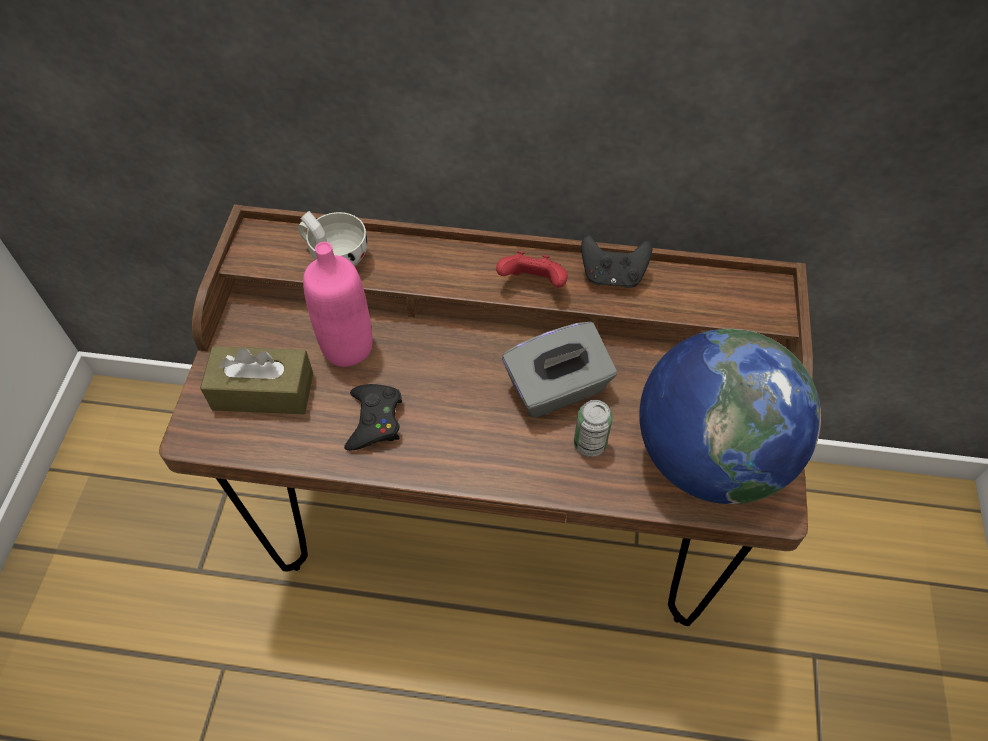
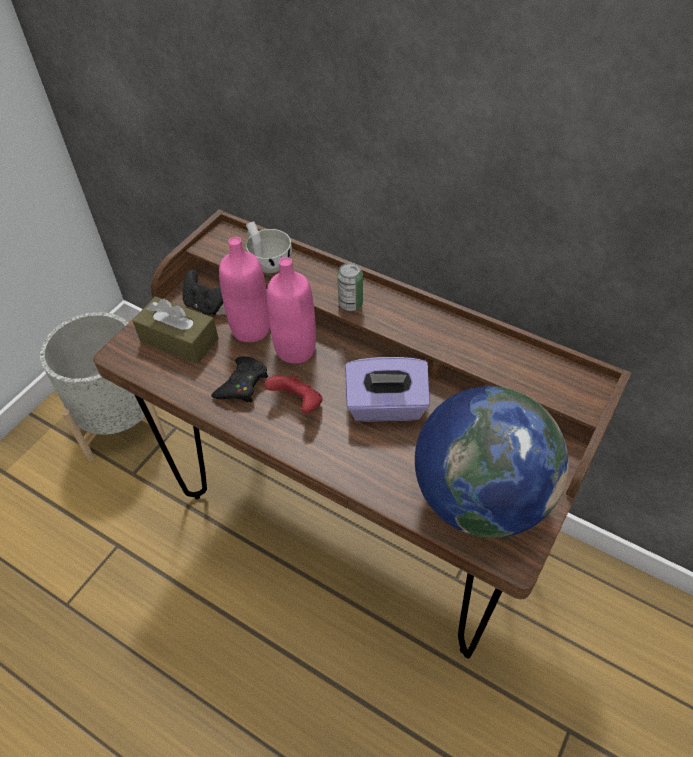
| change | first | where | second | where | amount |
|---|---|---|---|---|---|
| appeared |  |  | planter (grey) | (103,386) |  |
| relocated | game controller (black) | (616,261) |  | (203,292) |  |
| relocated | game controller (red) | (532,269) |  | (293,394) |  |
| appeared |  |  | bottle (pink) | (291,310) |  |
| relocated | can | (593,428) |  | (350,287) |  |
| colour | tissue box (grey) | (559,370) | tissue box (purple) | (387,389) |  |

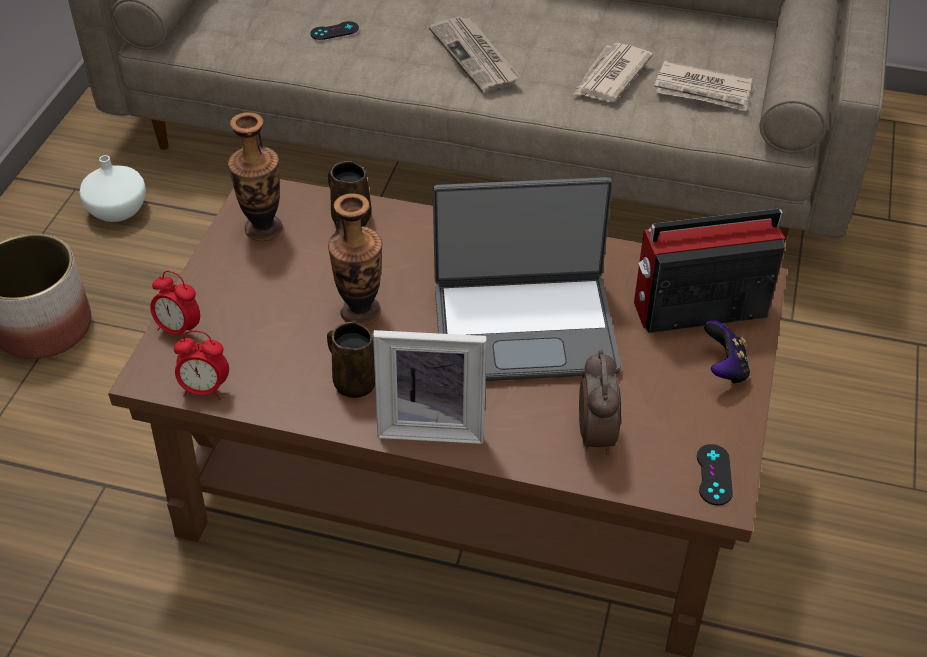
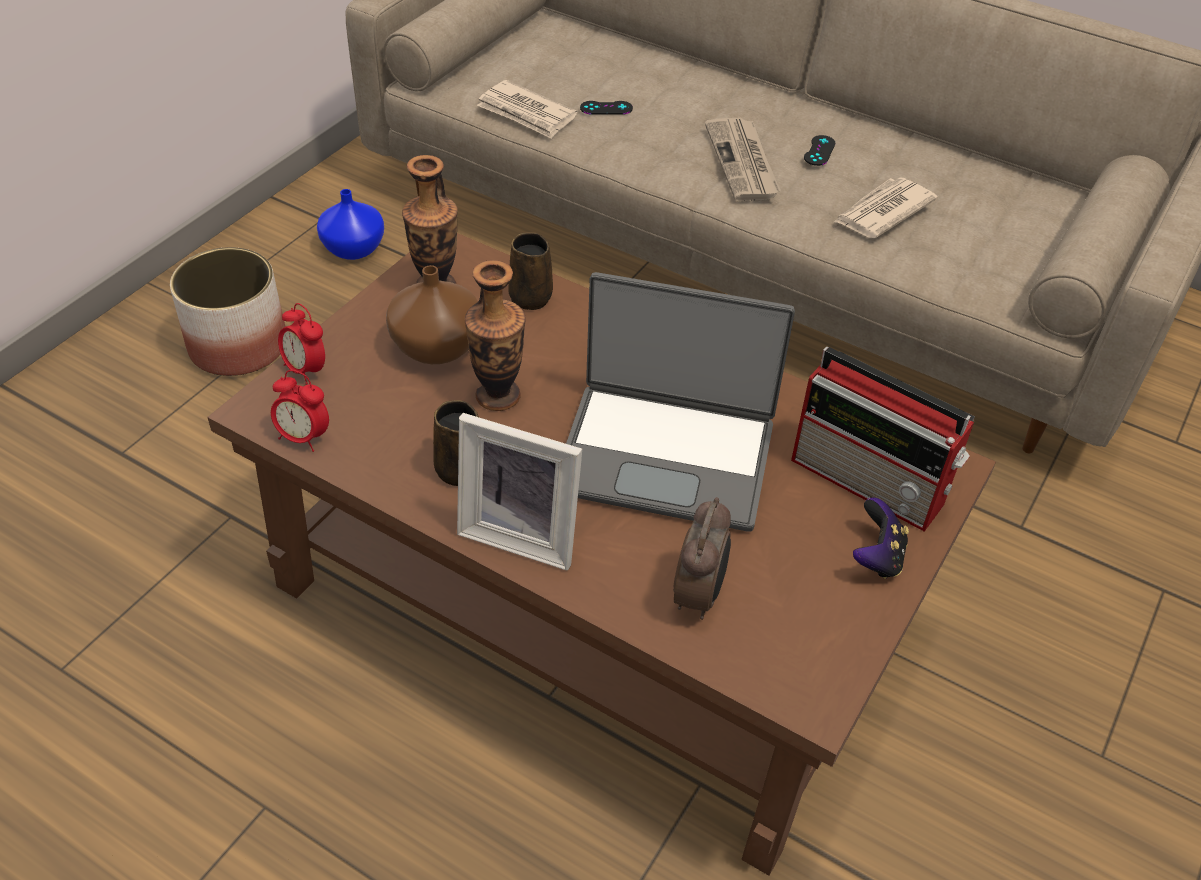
| change | first | where | second | where | amount |
|---|---|---|---|---|---|
| colour | vase (white) | (112,188) | vase (blue) | (350,224) |  |
| appeared |  |  | vase (brown) | (432,314) |  |
| relocated | newspaper | (703,86) |  | (527,109) |  |
| spun | radio | (709,271) |  | (883,439) | 150 degrees counterclockwise |
| relocated | game controller (black) | (715,474) |  | (819,150) |  |

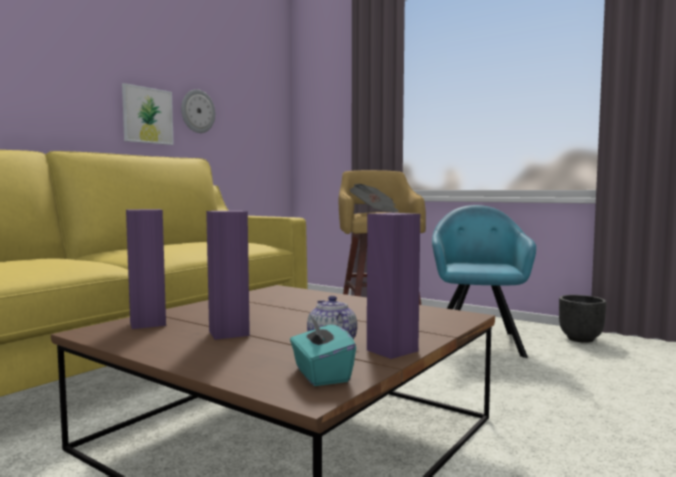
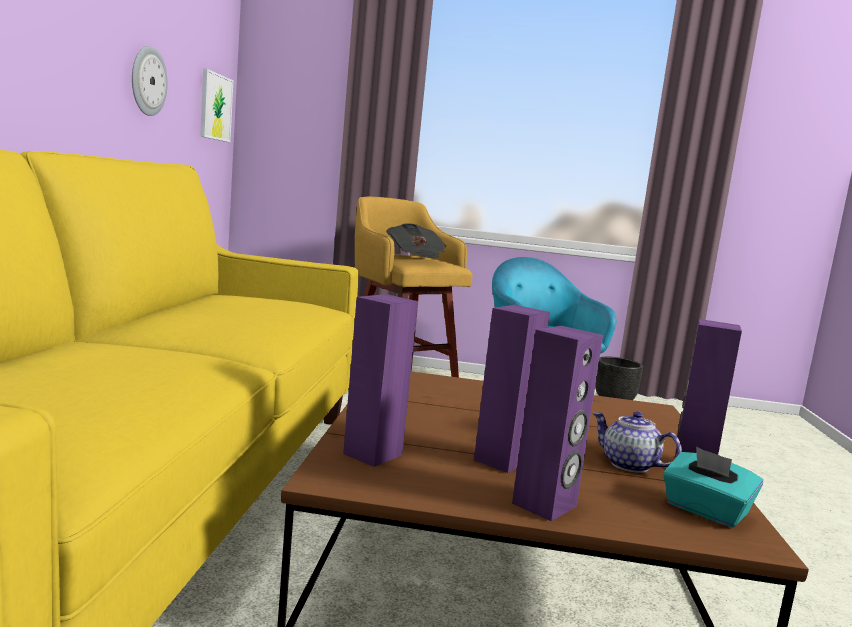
| change | first | where | second | where | amount |
|---|---|---|---|---|---|
| relocated | picture | (148,114) |  | (216,105) |  |
| appeared |  |  | speaker (purple) | (557,423) |  |

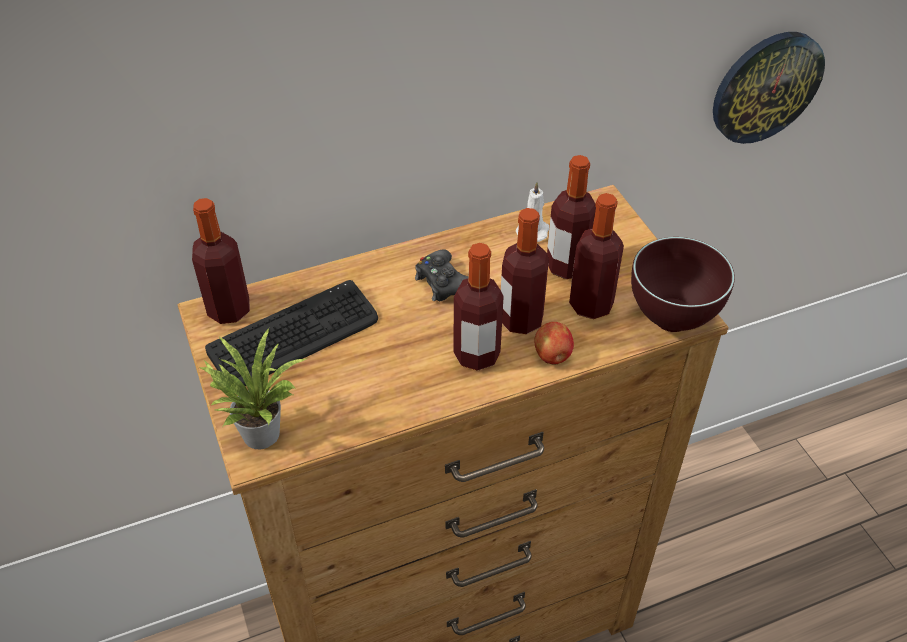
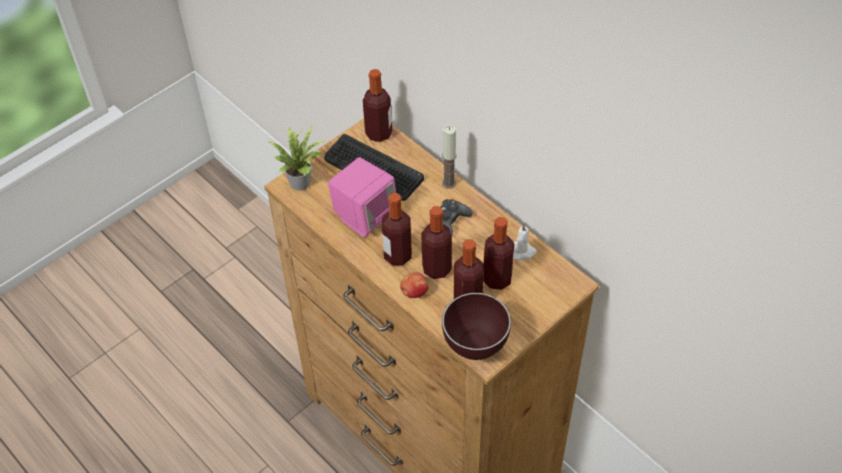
| change | first | where | second | where | amount |
|---|---|---|---|---|---|
| appeared |  |  | speaker (pink) | (362,197) |  |
| appeared |  |  | candle | (449,156) |  |
| missing | wall clock | (769,88) |  |  |  |

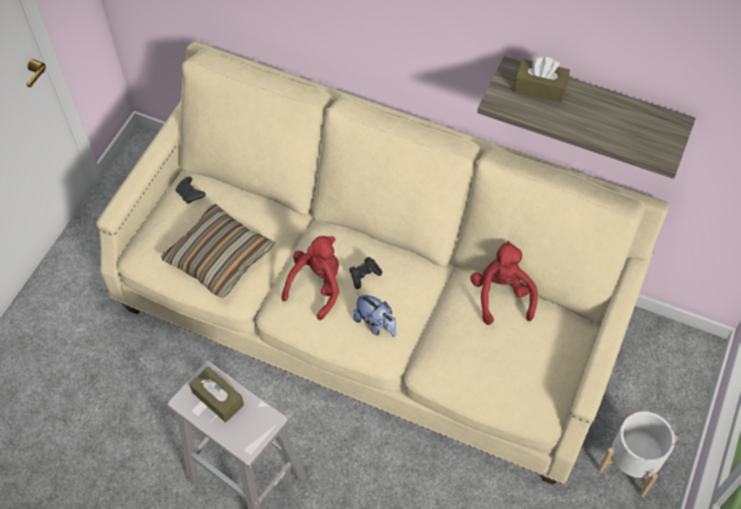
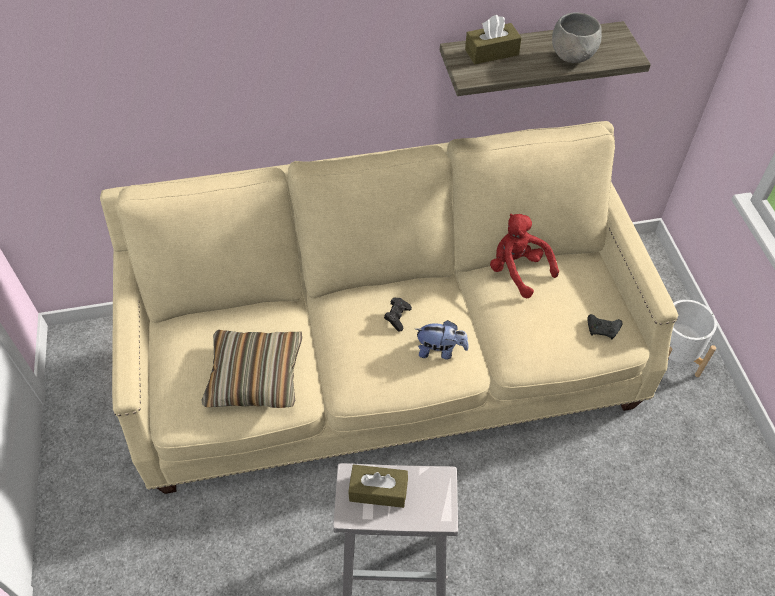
| change | first | where | second | where | amount |
|---|---|---|---|---|---|
| appeared |  |  | bowl (grey) | (577,38) |  |
| relocated | game controller (black) | (190,190) |  | (604,326) |  |
| missing | plush toy (red) | (310,278) |  |  |  |

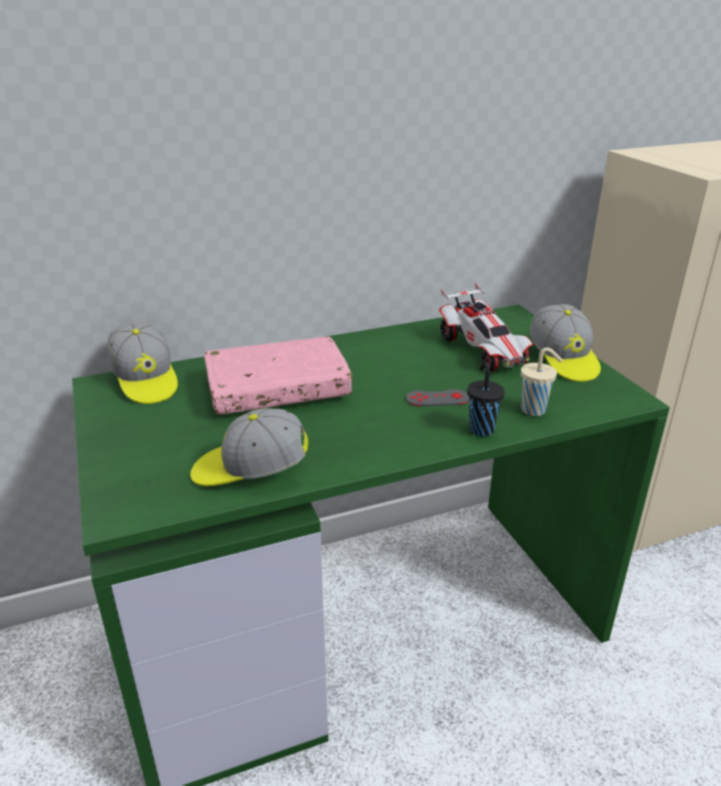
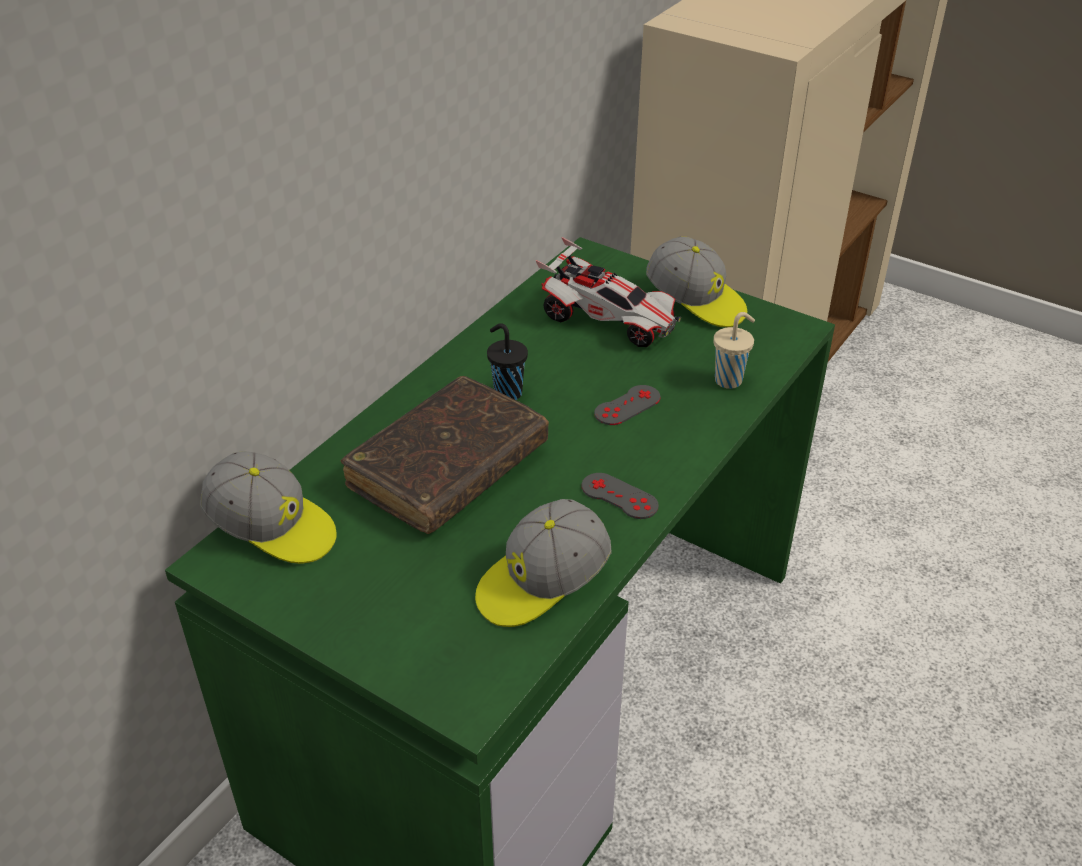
| change | first | where | second | where | amount |
|---|---|---|---|---|---|
| colour | book (pink) | (278,375) | book (brown) | (444,455) |  |
| relocated | cup (black) | (486,399) |  | (507,361) |  |
| appeared |  |  | game controller (grey) | (620,496) |  |

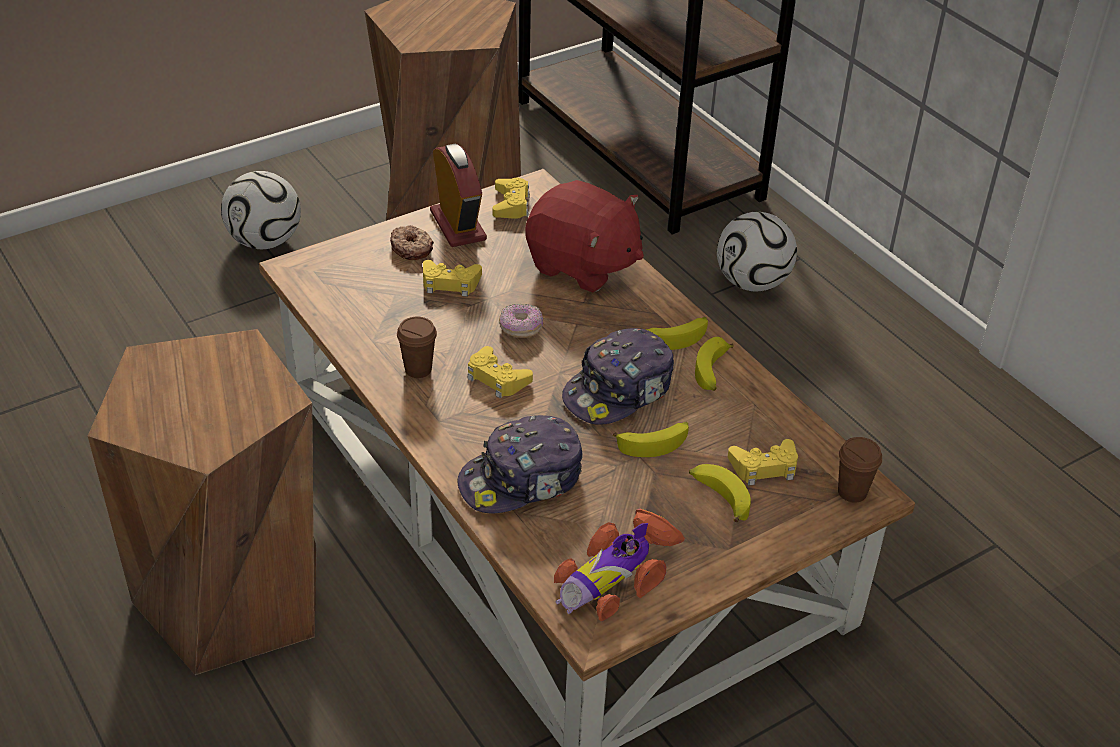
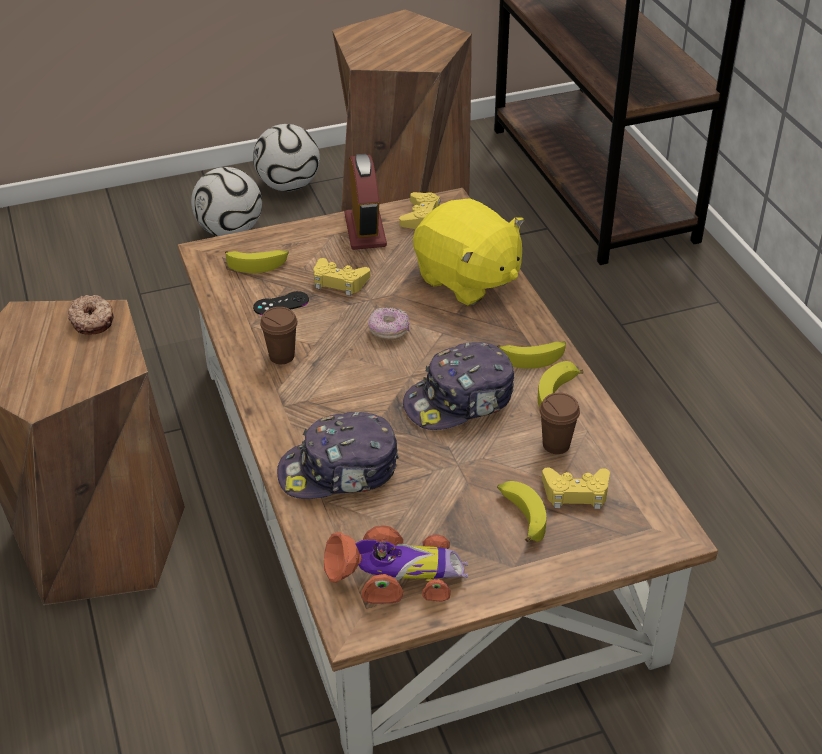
| change | first | where | second | where | amount |
|---|---|---|---|---|---|
| relocated | donut | (412,242) |  | (91,315) |  |
| relocated | banana | (651,439) |  | (257,261) |  |
| relocated | football | (757,252) |  | (286,158) |  |
| appeared |  |  | game controller (black) | (281,303) |  |
| spun | toy car | (619,565) |  | (396,564) | 150 degrees counterclockwise |
| colour | plush toy (red) | (584,236) | plush toy (yellow) | (468,252) |  |
| relocated | cup (brown) | (860,470) |  | (559,423) |  |
| missing | game controller (yellow) | (500,372) |  |  |  |

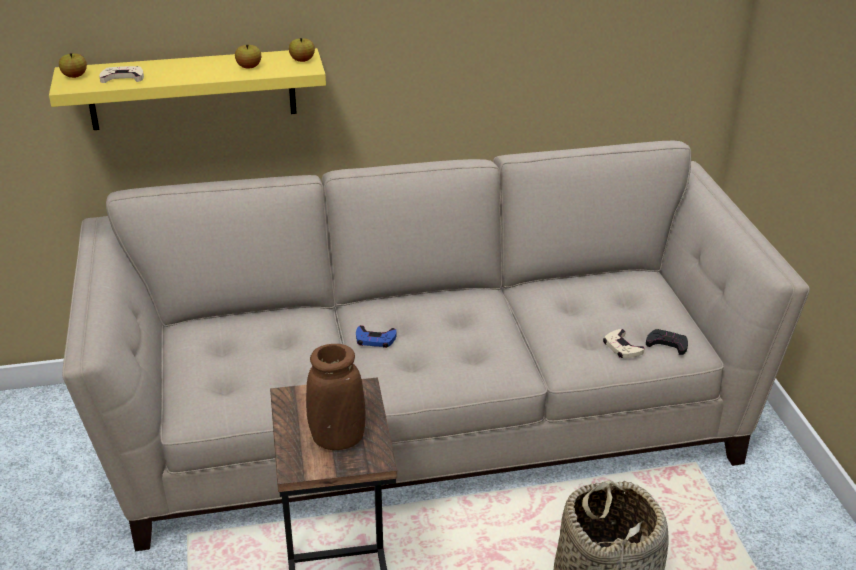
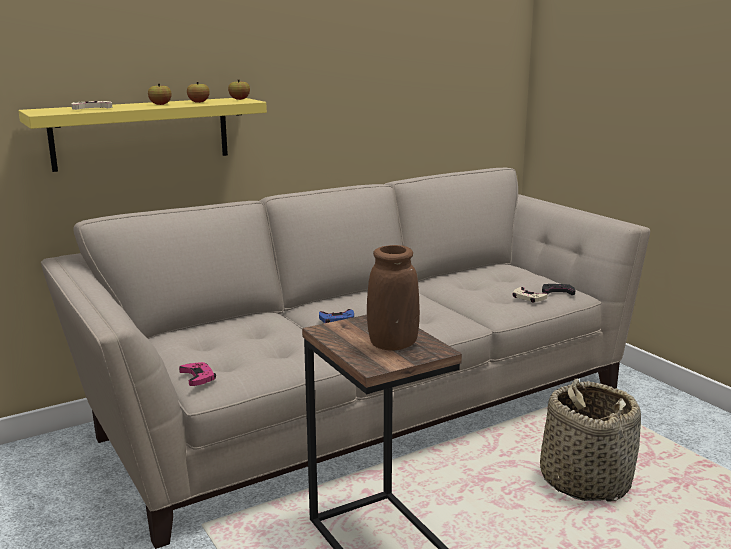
| change | first | where | second | where | amount |
|---|---|---|---|---|---|
| relocated | apple | (73,65) |  | (160,94) |  |
| appeared |  |  | game controller (pink) | (197,374) |  |

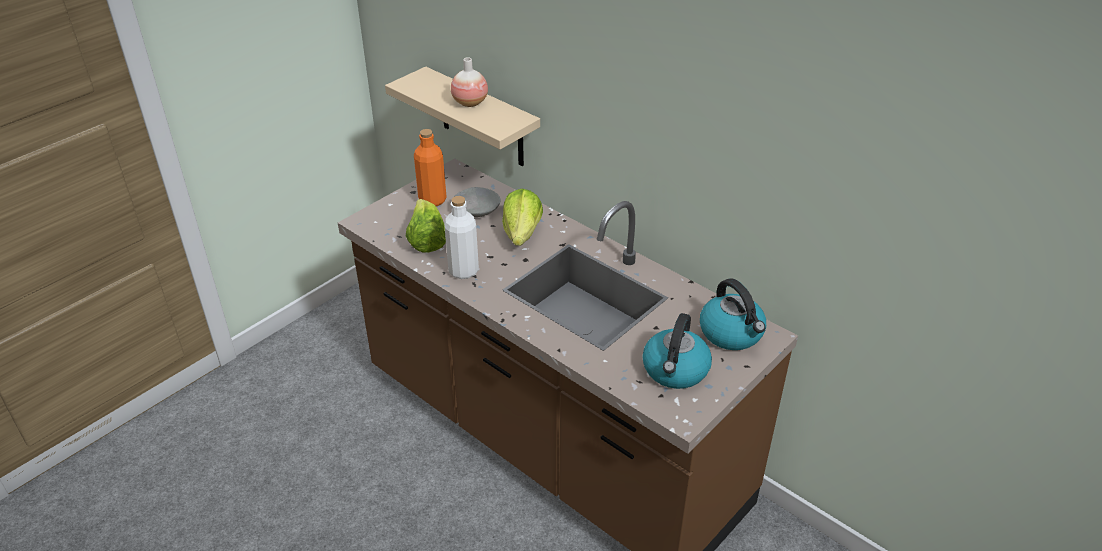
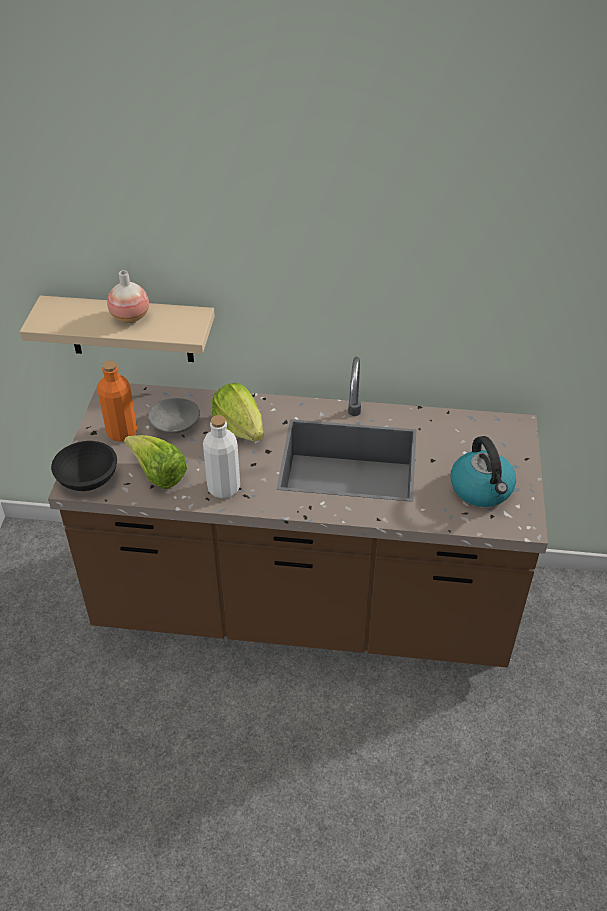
| change | first | where | second | where | amount |
|---|---|---|---|---|---|
| appeared |  |  | bowl (black) | (84,466) |  |
| missing | kettle | (733,314) |  |  |  |

